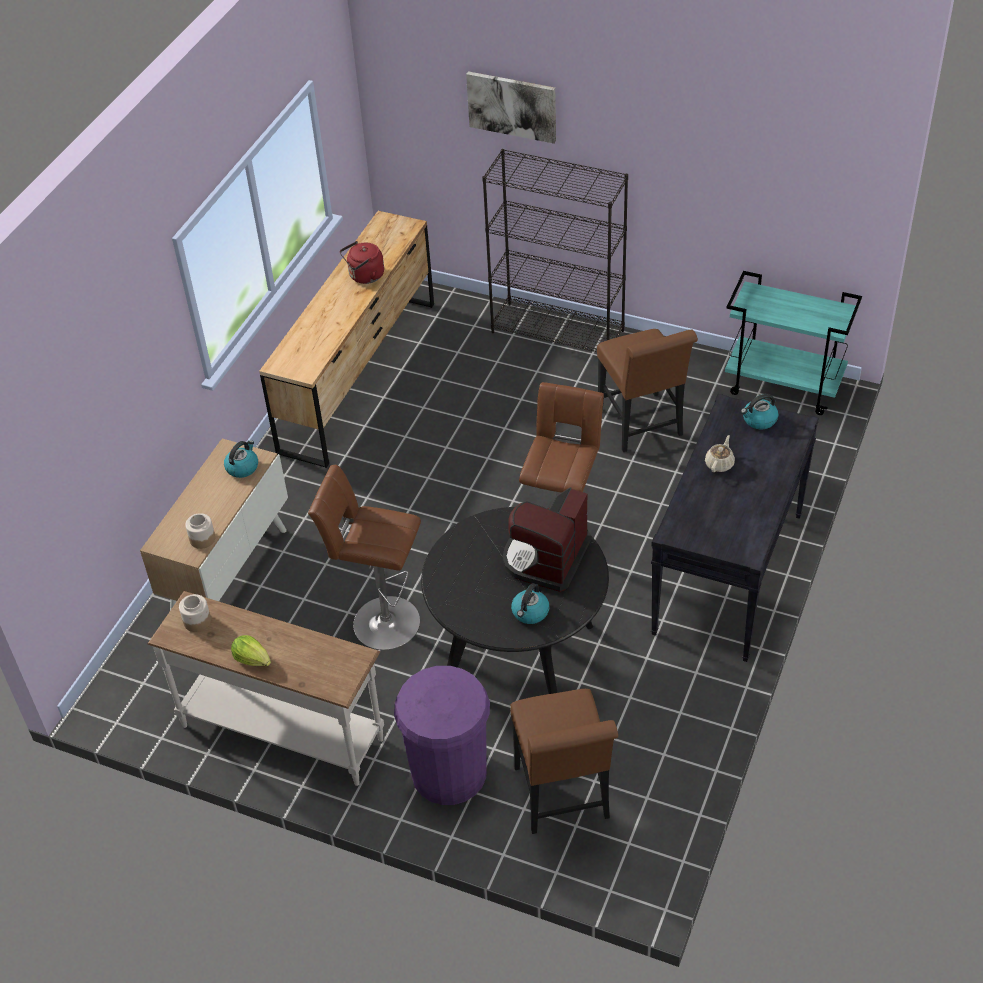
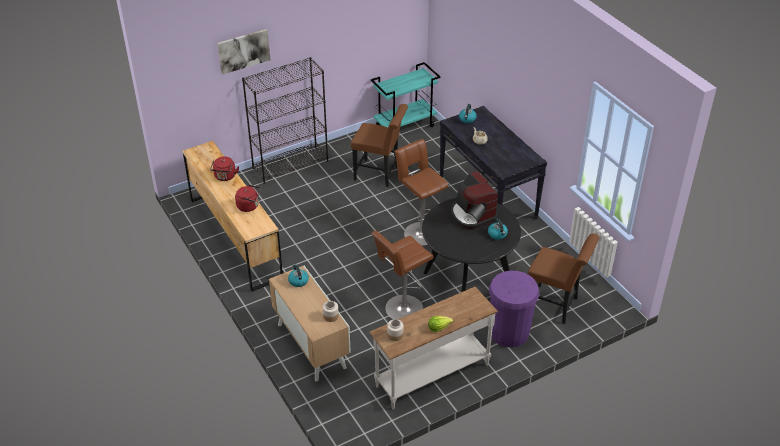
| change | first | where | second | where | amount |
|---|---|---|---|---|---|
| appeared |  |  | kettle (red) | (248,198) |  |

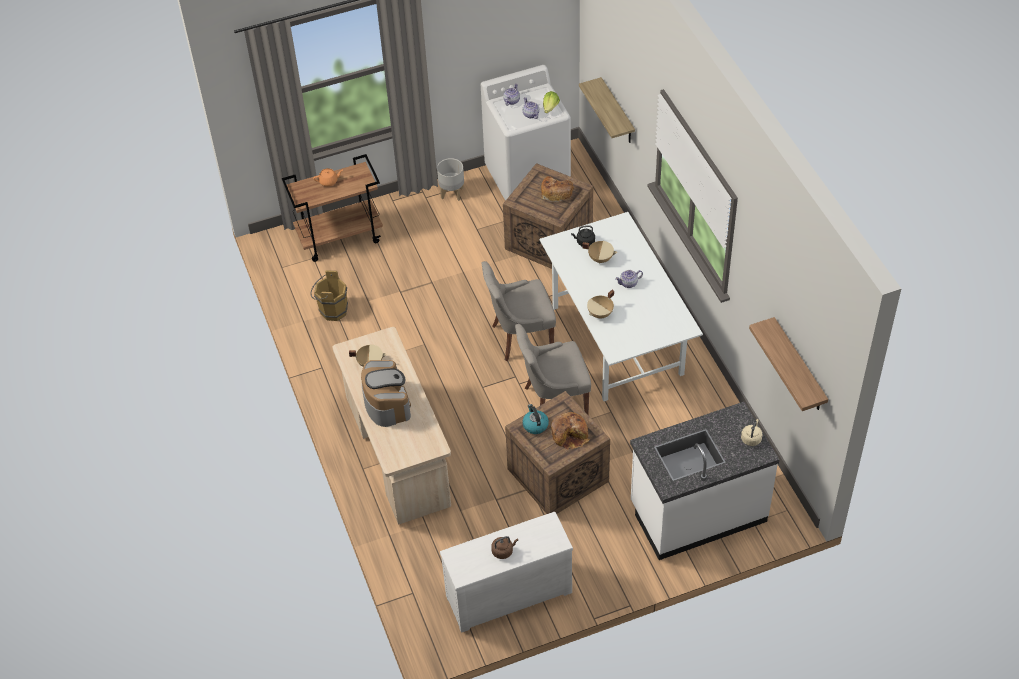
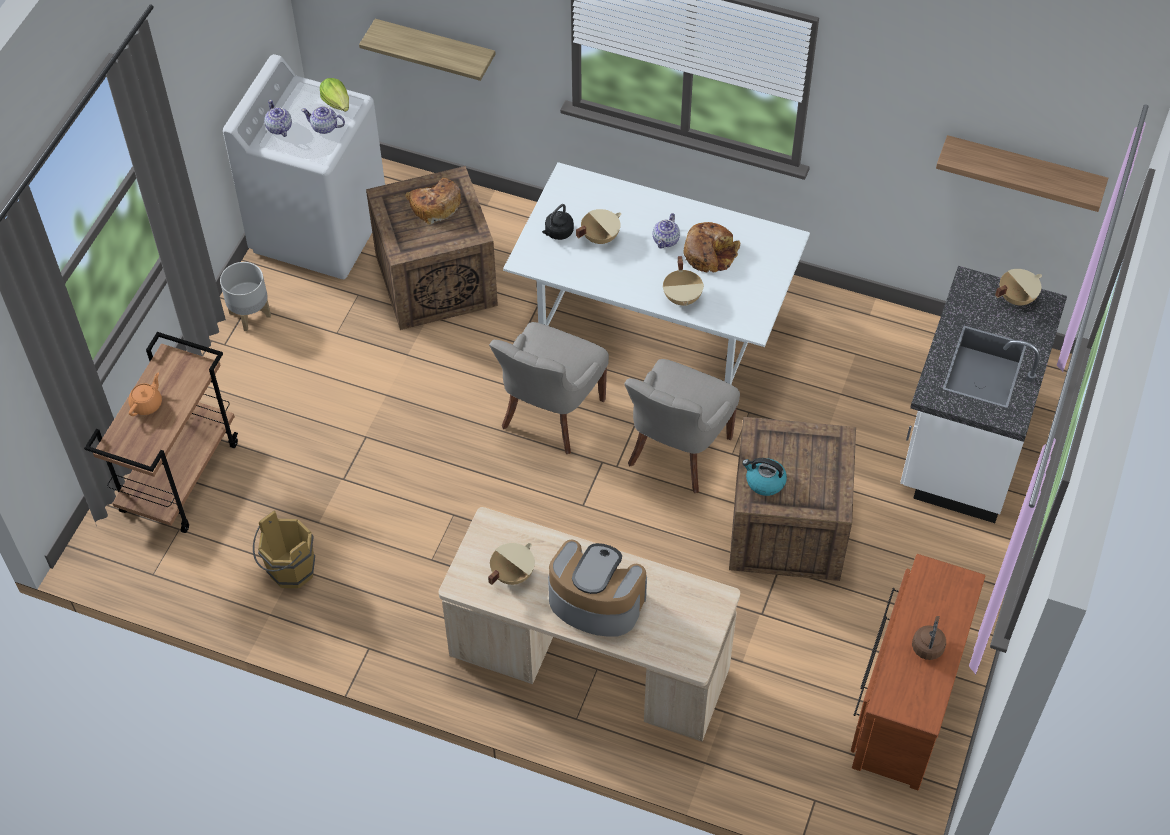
| change | first | where | second | where | amount |
|---|---|---|---|---|---|
| relocated | bread | (570,431) |  | (711,247) |  |
| colour | dresser (white) | (506,572) | dresser (brown) | (918,672) |  |
| exchanged | kettle (beige) | (751,432) | cooking pot (beige) | (1018,287) |  |

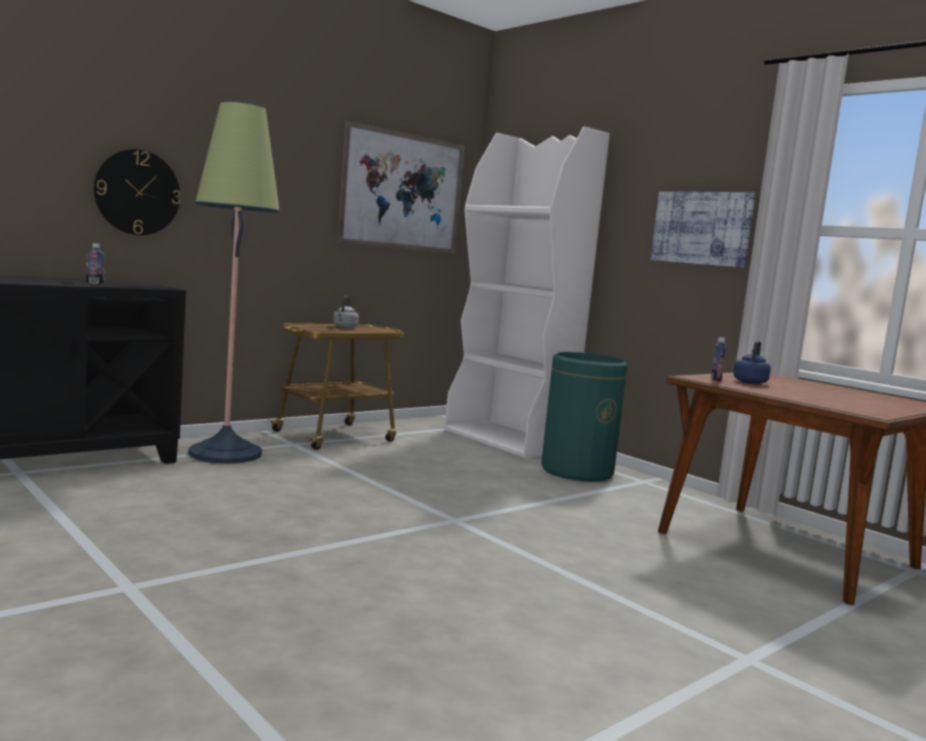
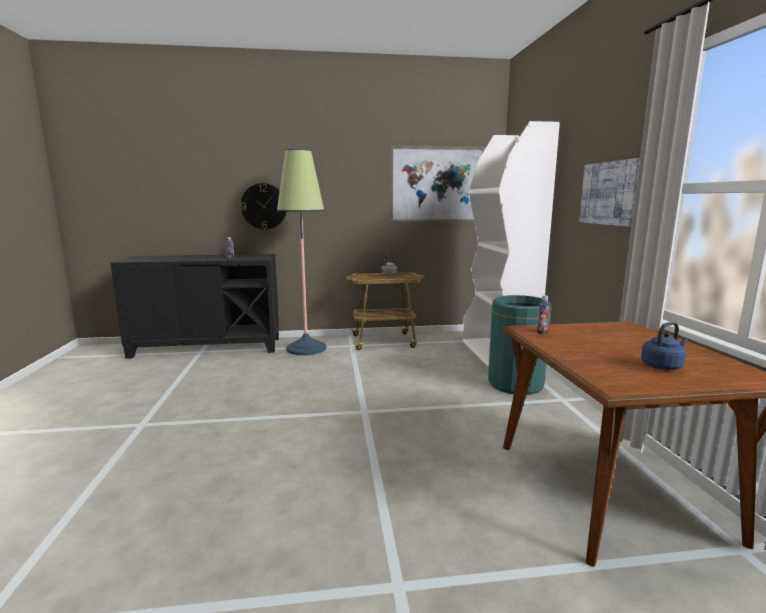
| change | first | where | second | where | amount |
|---|---|---|---|---|---|
| relocated | kettle (blue) | (752,362) |  | (664,346) |  |

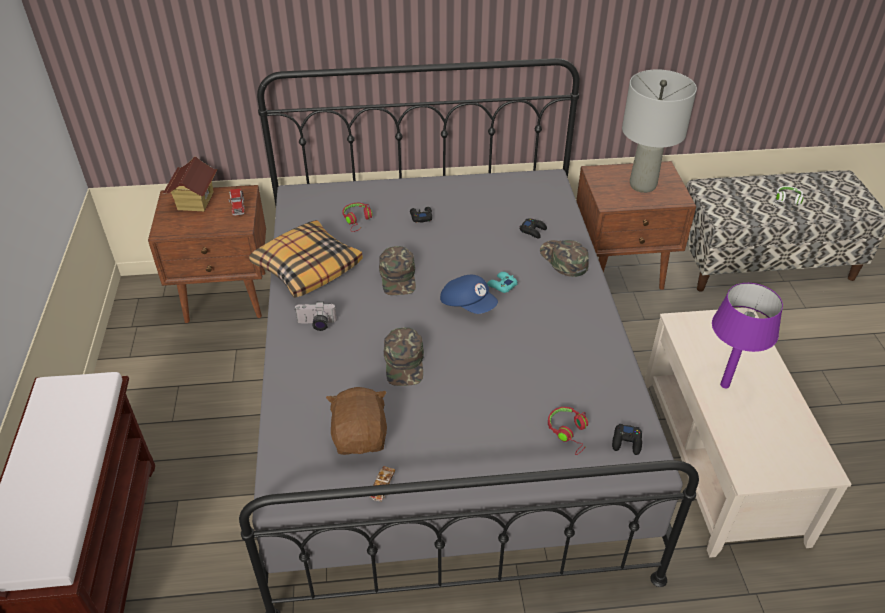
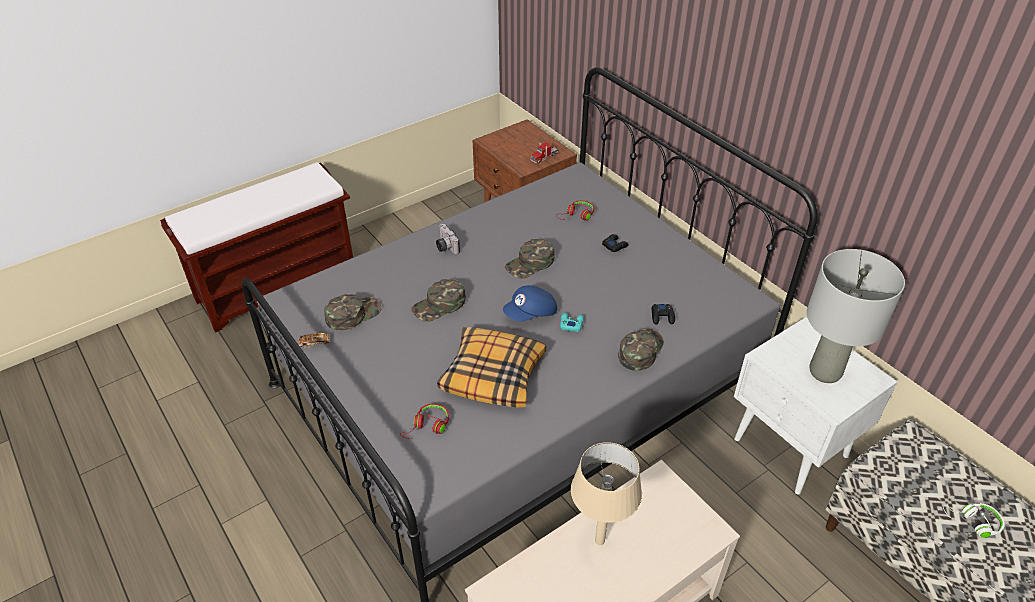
| change | first | where | second | where | amount |
|---|---|---|---|---|---|
| exchanged | plush toy (brown) | (356,421) | cap (green) | (352,312) |  |
| relocated | pillow | (306,259) |  | (491,367) |  |
| spun | cap (blue) | (469,294) |  | (530,303) | 45 degrees clockwise |
| colour | table lamp (purple) | (747,335) | table lamp (beige) | (606,493) |  |
| colour | nightstand (brown) | (636,225) | nightstand (white) | (815,406) |  |
| missing | toy house | (190,184) |  |  |  |
| missing | game controller (black) | (627,439) |  |  |  |

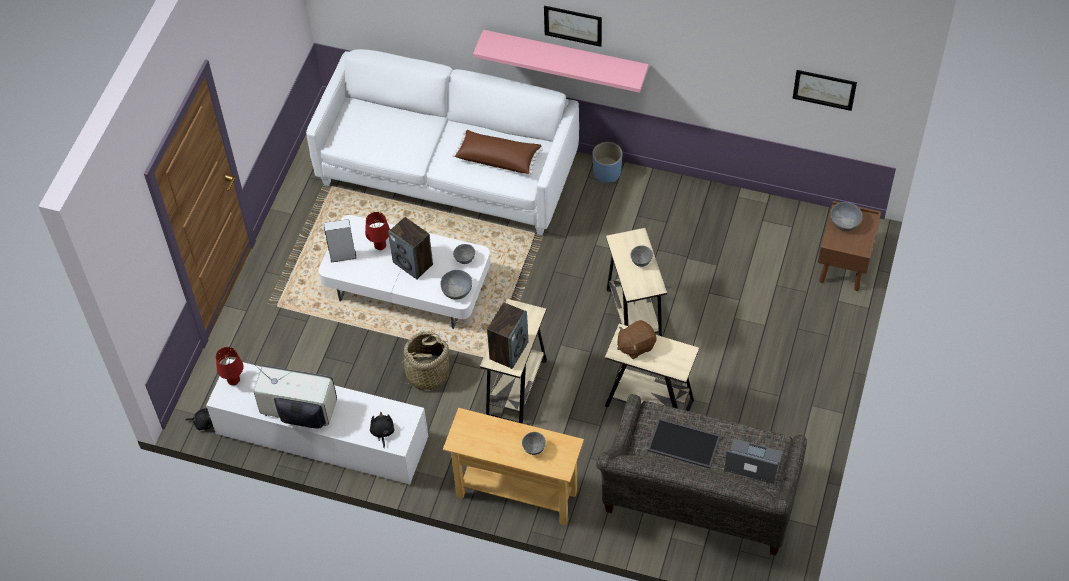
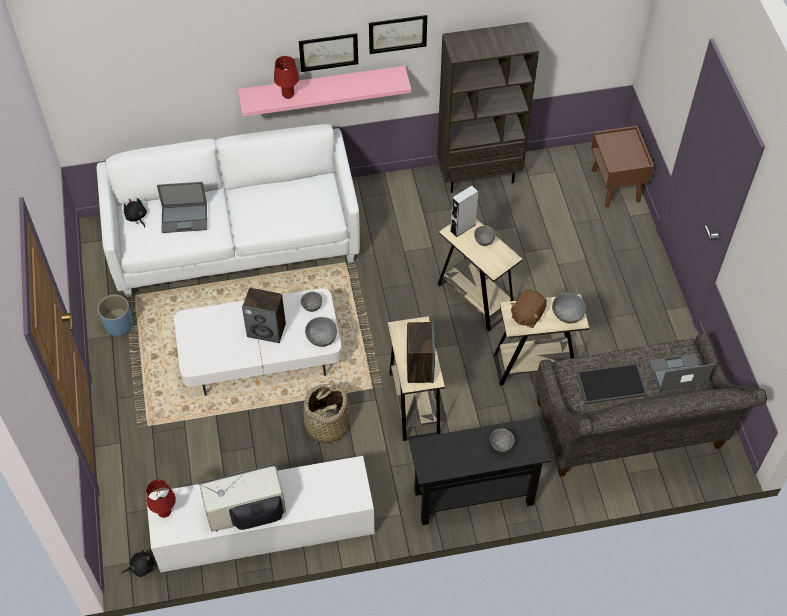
| change | first | where | second | where | amount |
|---|---|---|---|---|---|
| relocated | planter (blue) | (607,162) |  | (115,315) |  |
| relocated | plush toy (black) | (382,430) |  | (135,212) |  |
| appeared |  |  | laptop | (182,207) |  |
| relocated | table lamp (red) | (377,231) |  | (286,77) |  |
| relocated | picture | (824,90) |  | (398,34) |  |
| colour | console table (beige) | (513,466) | console table (black) | (480,471) |  |
| appeared |  |  | bookcase (brown) | (488,107) |  |
| relocated | speaker (grey) | (340,241) |  | (464,211) |  |
| relocated | bowl (grey) | (846,216) |  | (569,308) |  |
| missing | pillow (brown) | (497,152) |  |  |  |

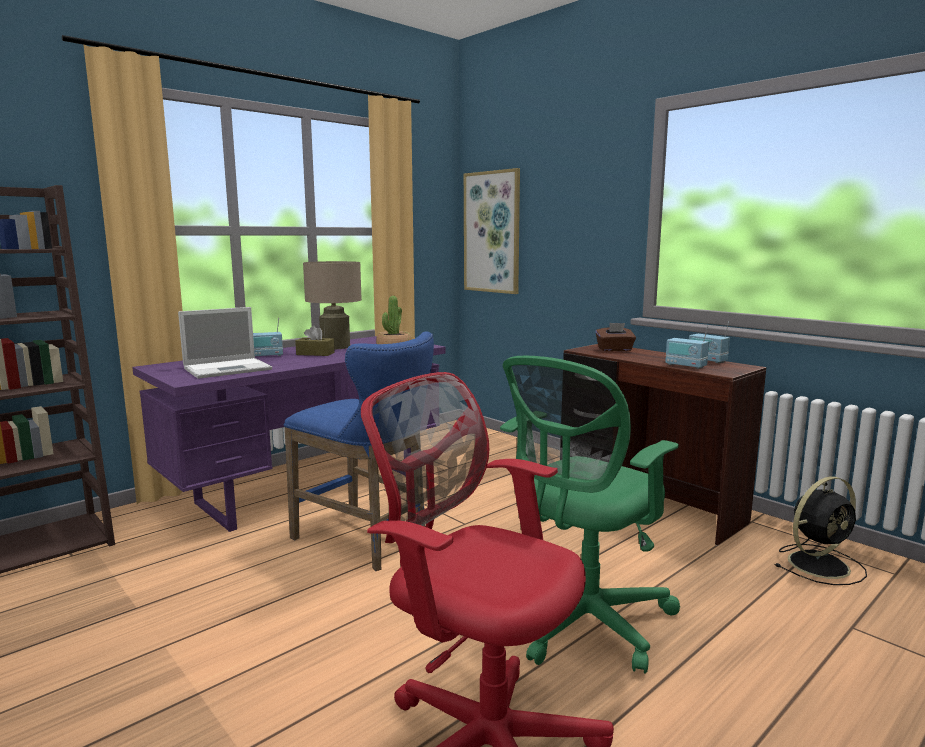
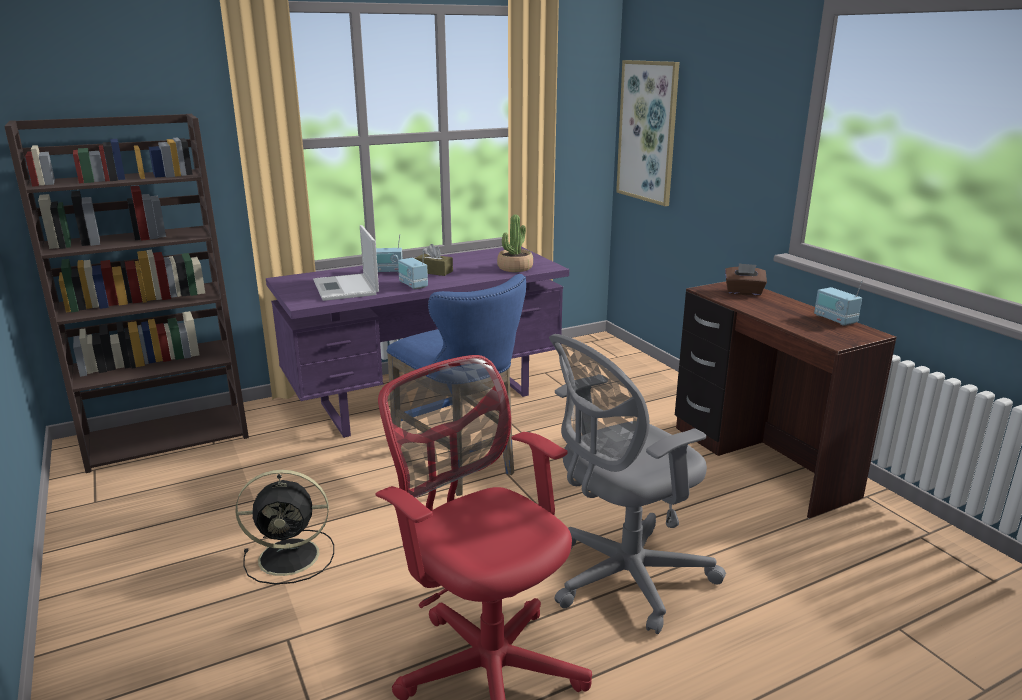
| change | first | where | second | where | amount |
|---|---|---|---|---|---|
| relocated | fan (black) | (821,530) |  | (284,527) |  |
| spun | laptop | (225,343) |  | (346,263) | 90 degrees clockwise |
| relocated | radio | (687,347) |  | (413,269) |  |
| colour | office chair (green) | (590,515) | office chair (grey) | (637,484) |  |
| missing | table lamp (beige) | (332,305) |  |  |  |

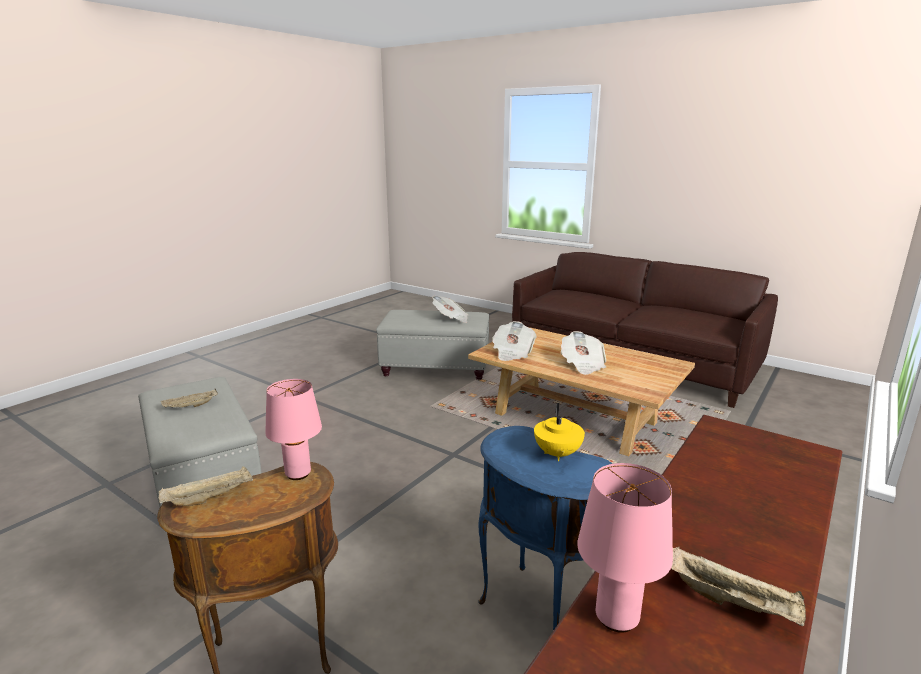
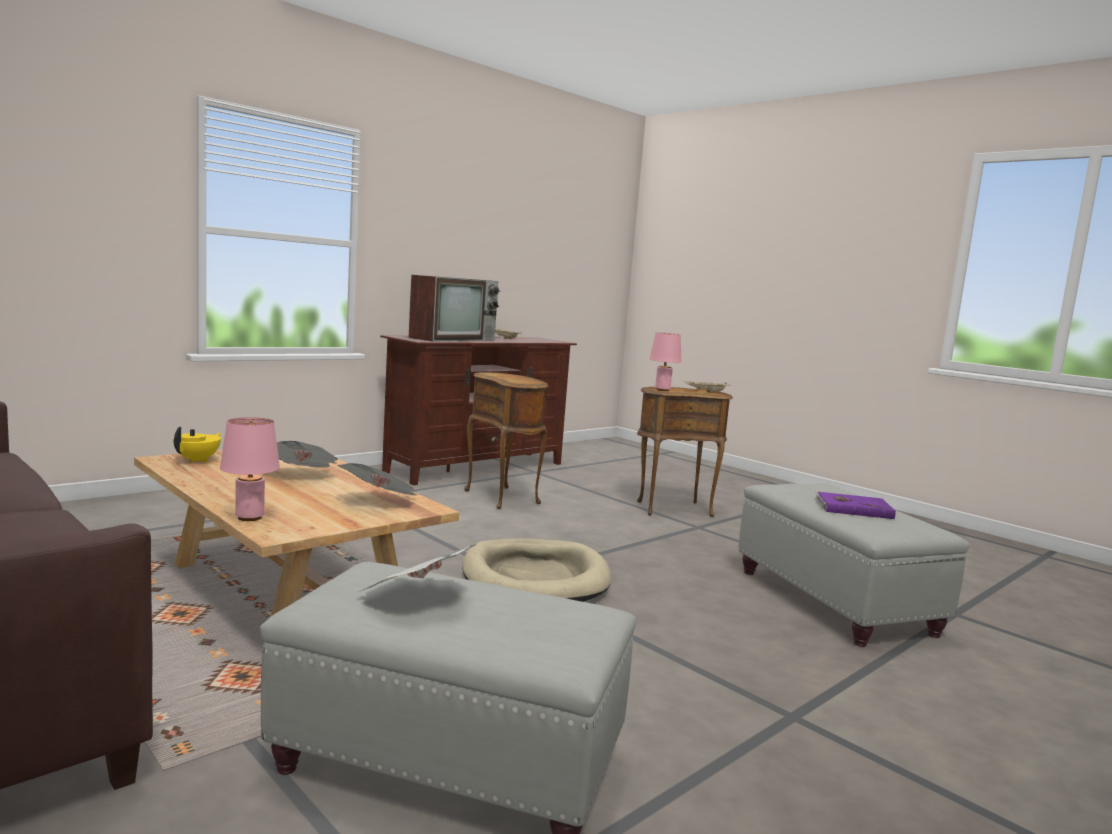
| change | first | where | second | where | amount |
|---|---|---|---|---|---|
| relocated | teapot (yellow) | (559,432) |  | (197,444) |  |
| relocated | table lamp (pink) | (625,548) |  | (250,469) |  |
| appeared |  |  | television | (454,308) |  |
| appeared |  |  | dog bed (beige) | (537,570) |  |
| colour | side table (blue) | (545,528) | side table (brown) | (506,440) |  |
| exchanged | tray (beige) | (189,398) | book (purple) | (856,505) |  |

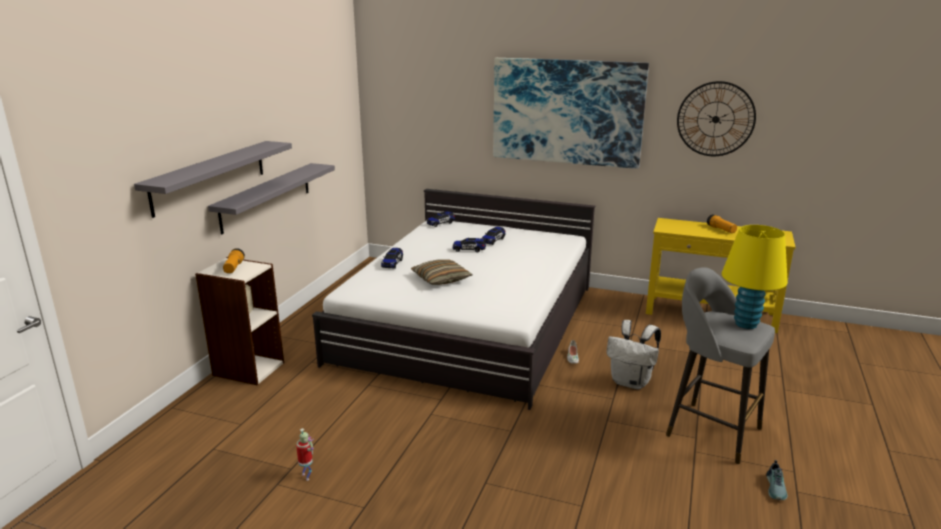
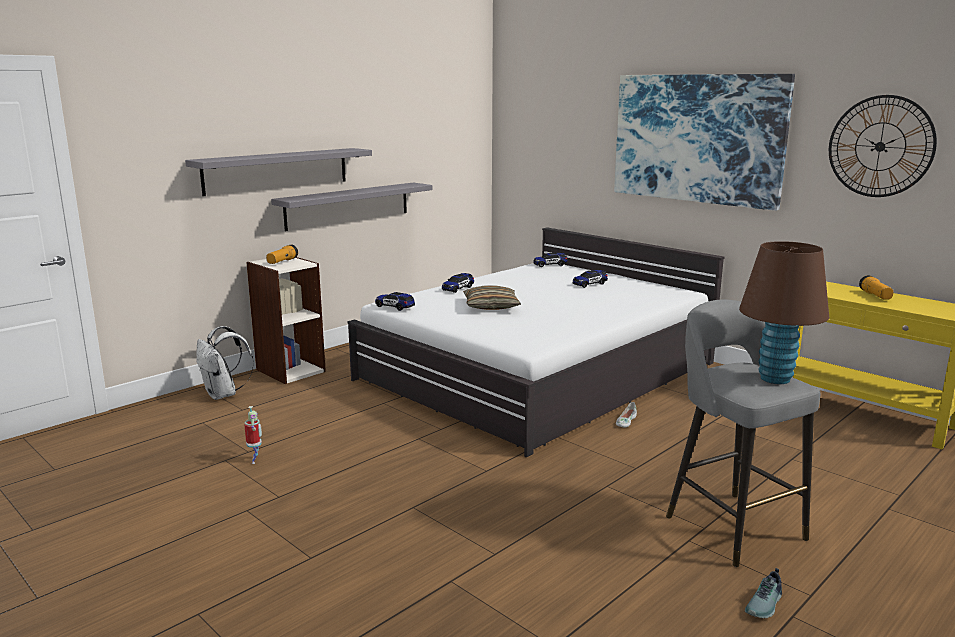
| change | first | where | second | where | amount |
|---|---|---|---|---|---|
| relocated | backpack (white) | (633,354) |  | (225,363) |  |
| relocated | toy car | (469,245) |  | (395,301) |  |
| colour | table lamp (yellow) | (755,277) | table lamp (brown) | (784,312) |  |

